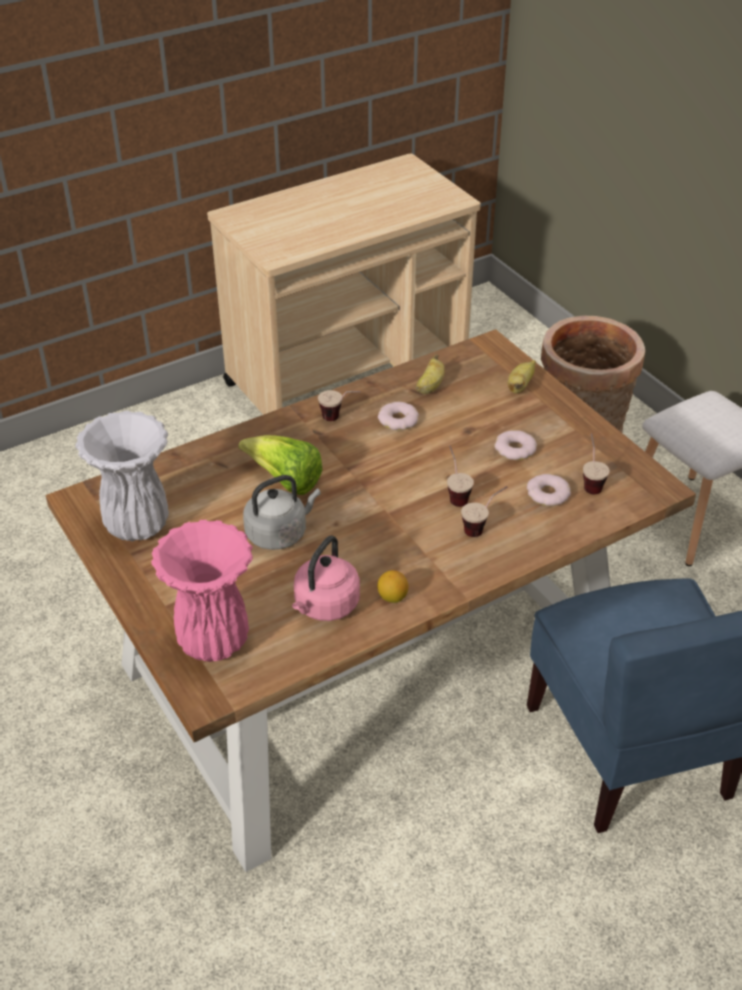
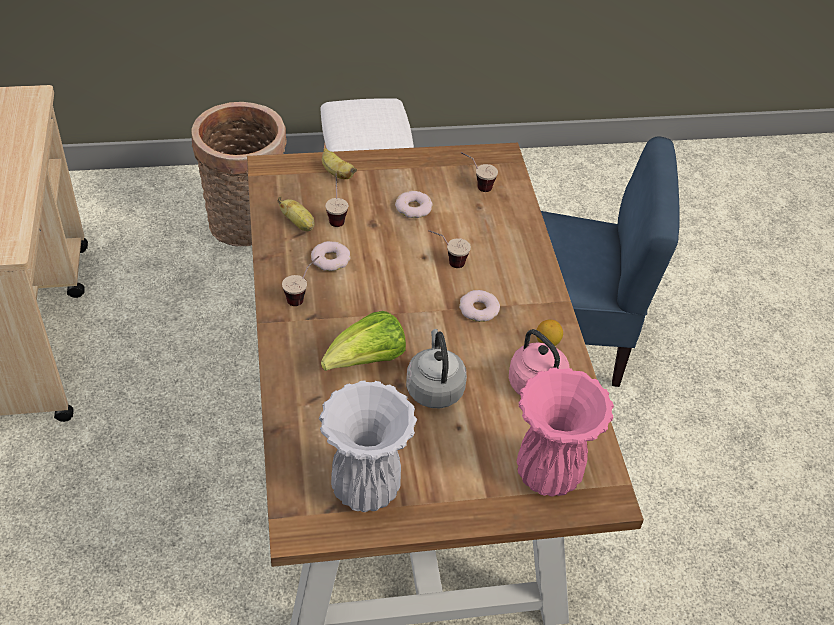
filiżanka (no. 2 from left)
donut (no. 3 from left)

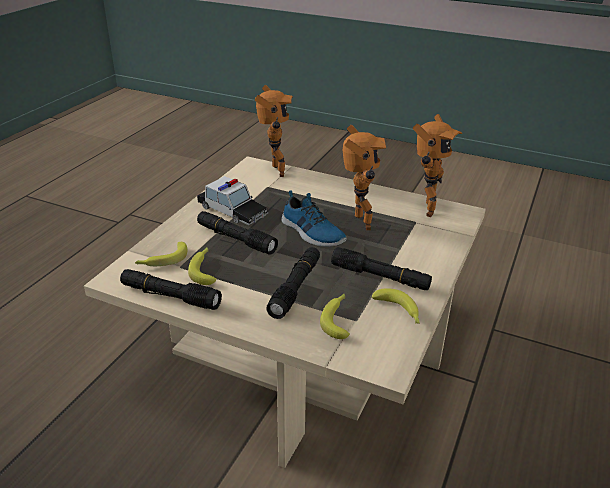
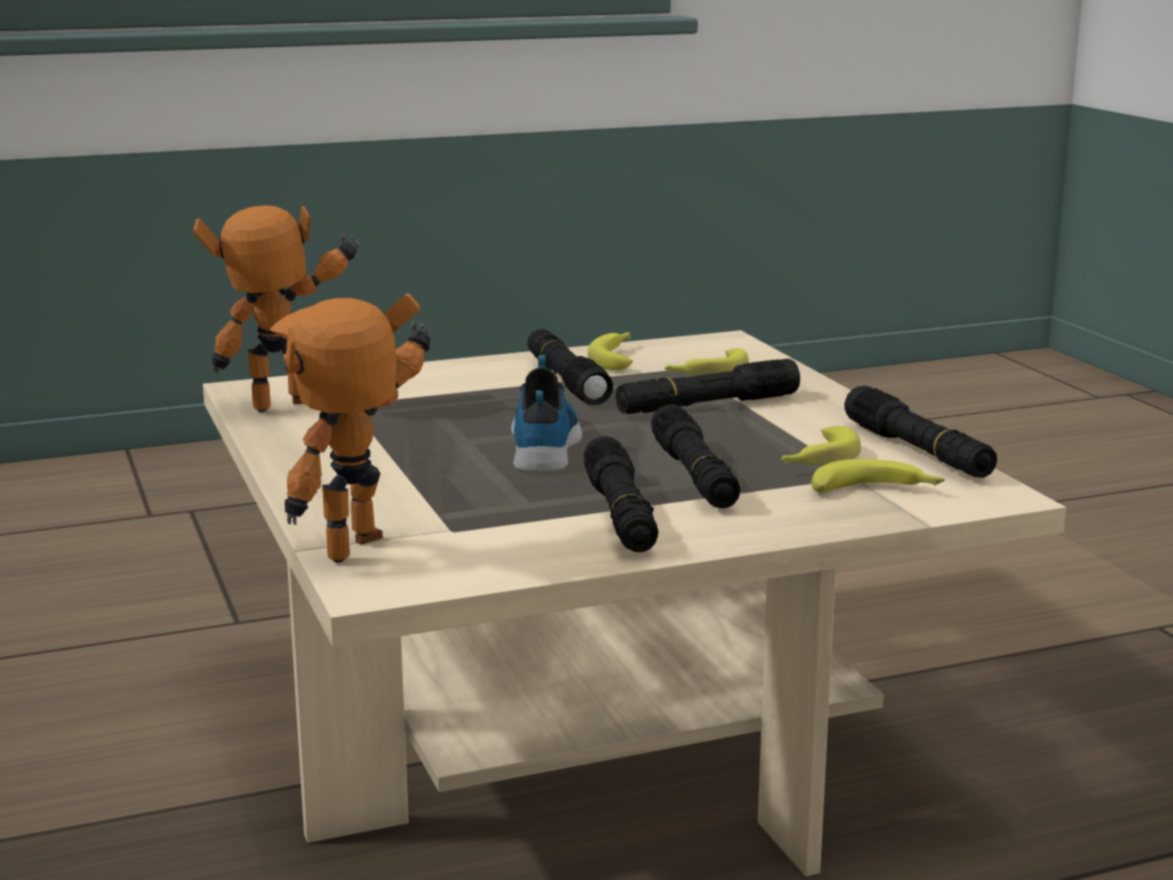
robot zabawkowy (no. 2 from left in the first image)
latarka [czarny] (no. 2 from left)

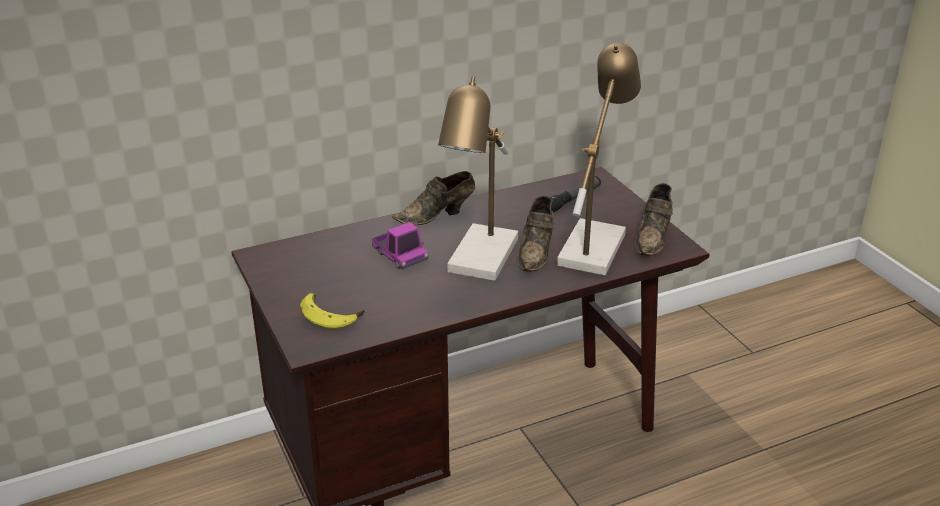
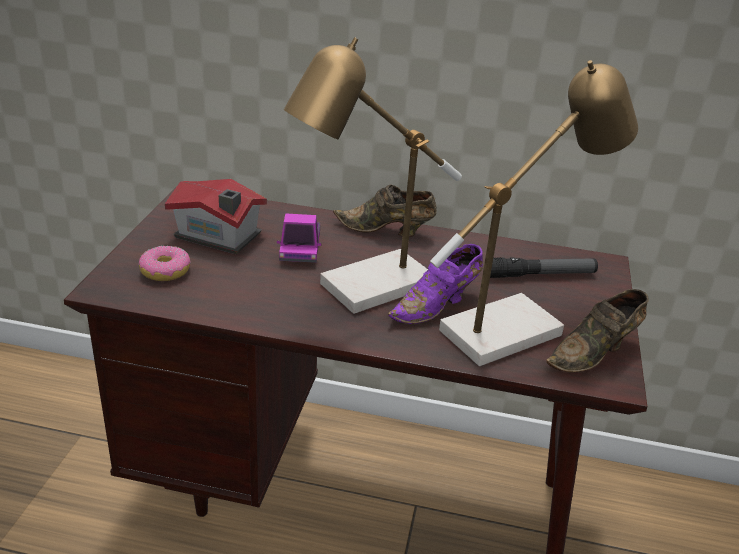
domek
donut
but [fioletowy]

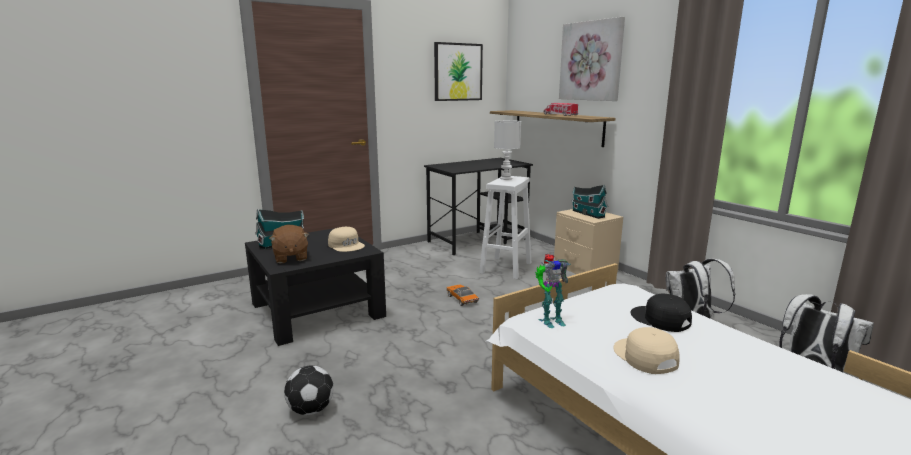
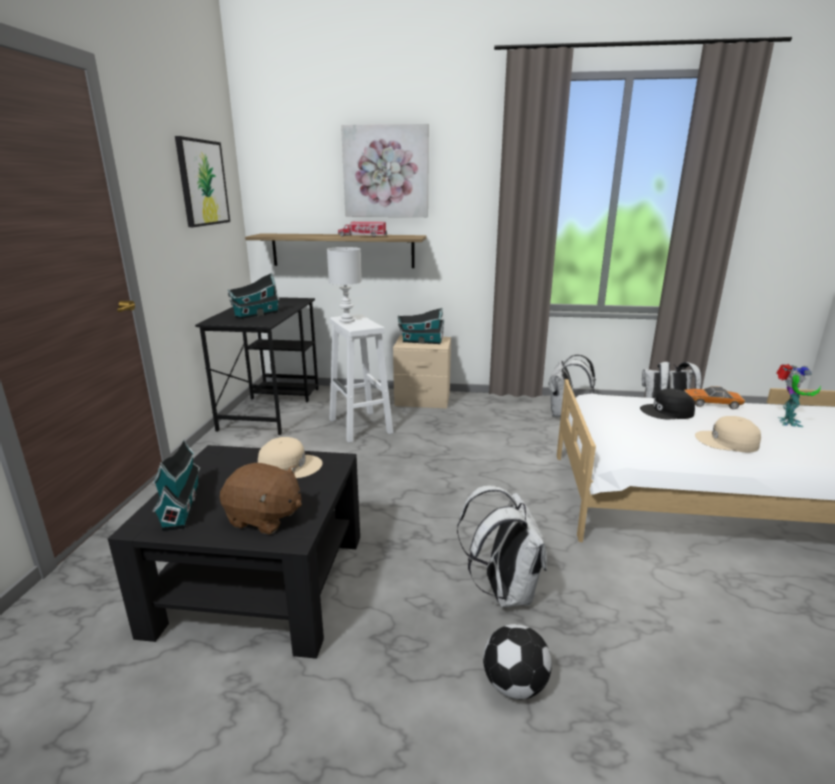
domek (no. 2 from left)
plecak [biały] (no. 1 from left)
samochodzik
robot zabawkowy

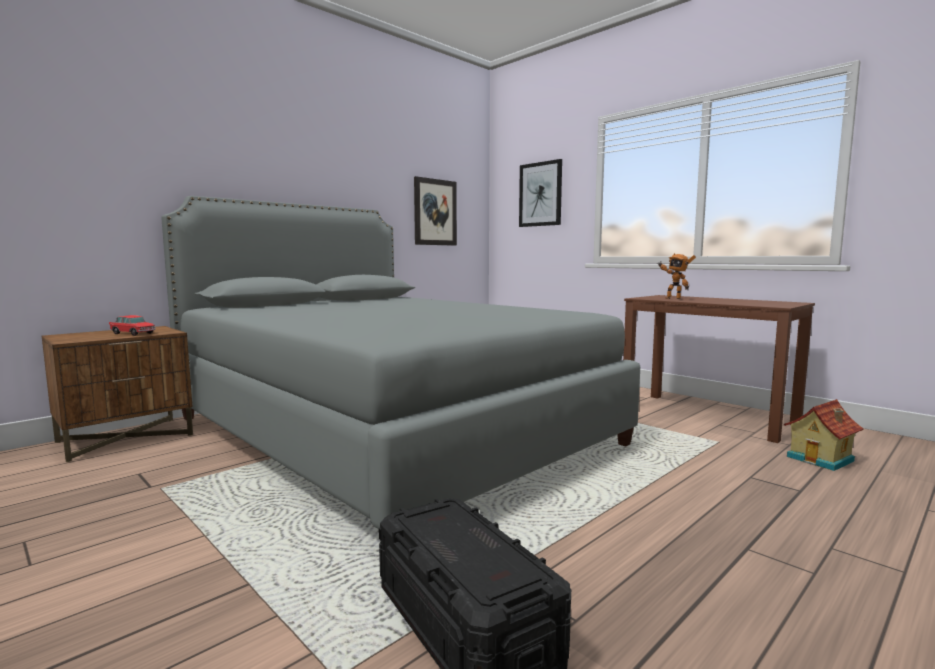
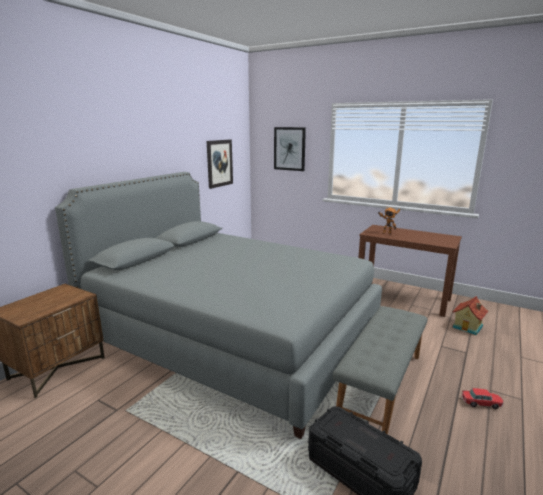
ławka [szary]
samochodzik

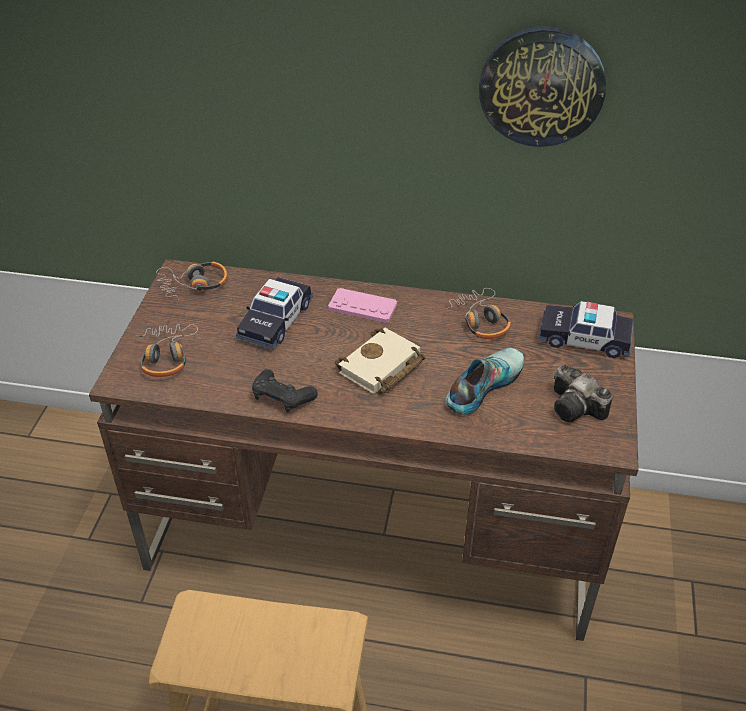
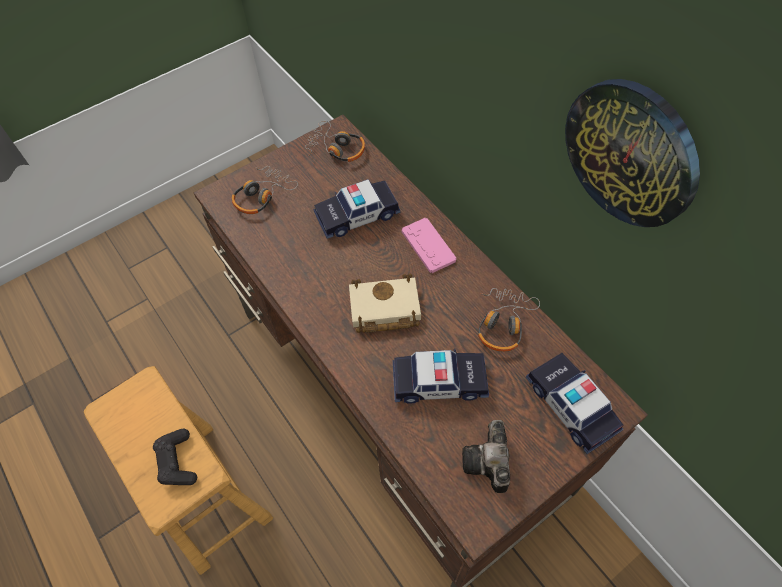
pad do gier [czarny]
samochodzik (no. 2 from left)

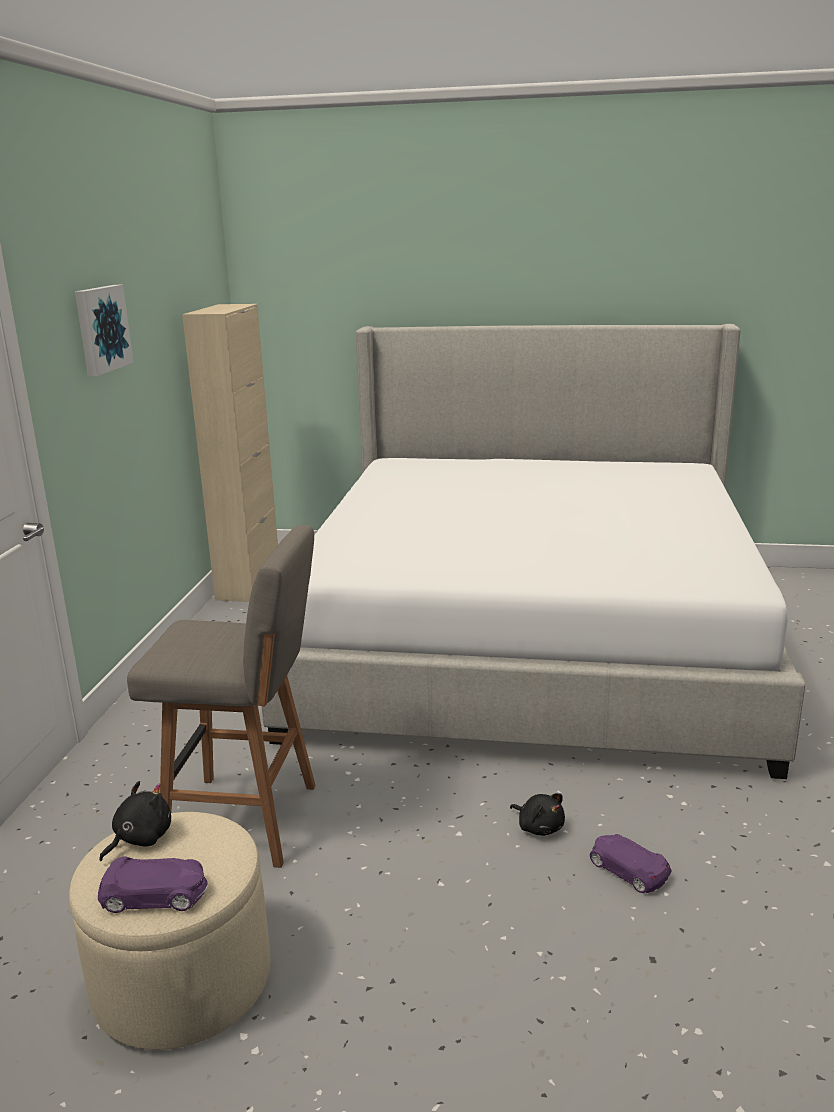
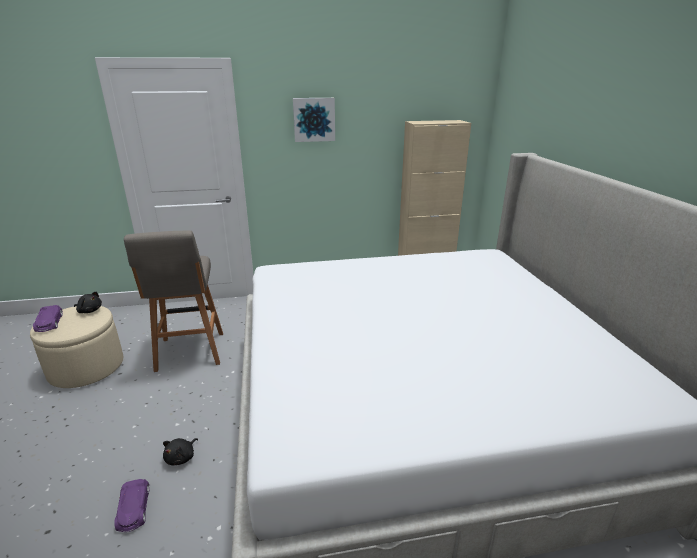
samochodzik [fioletowy] (no. 2 from left)

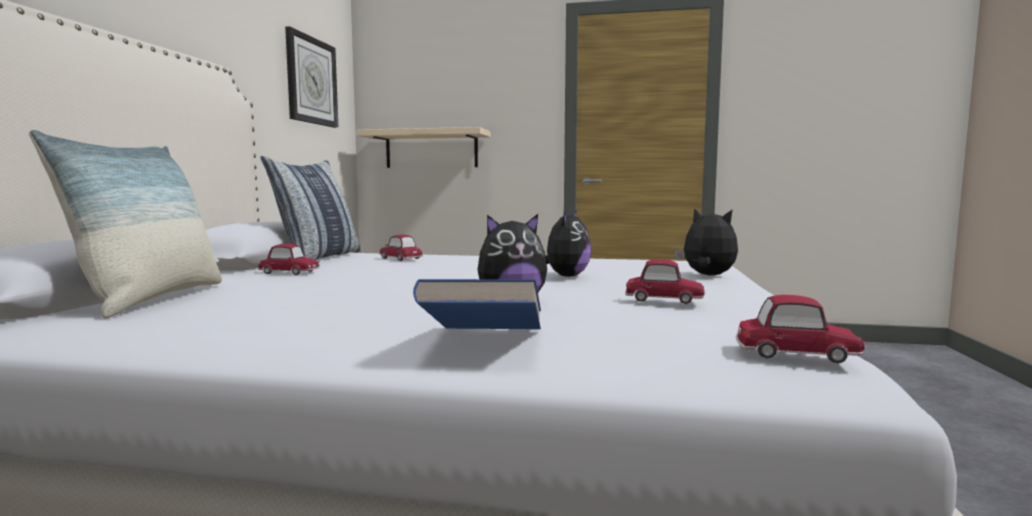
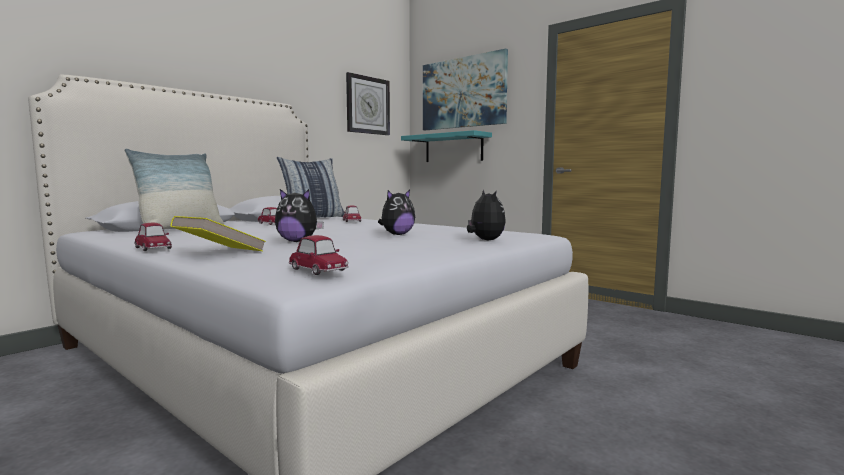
obraz
samochodzik (no. 1 from left)
półka [turkusowy]
książka [żółty]

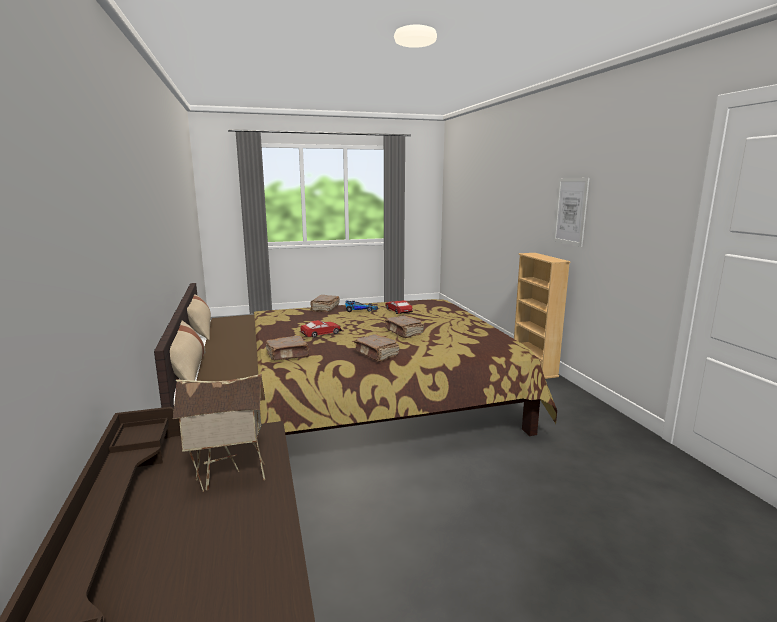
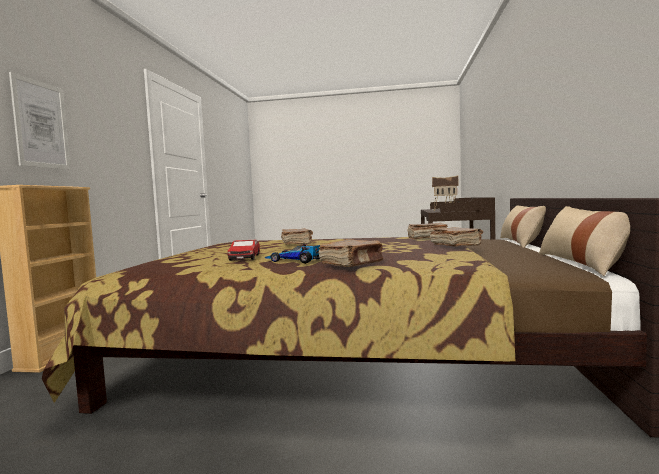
samochodzik (no. 1 from left in the first image)
książka [brązowy] (no. 4 from left)

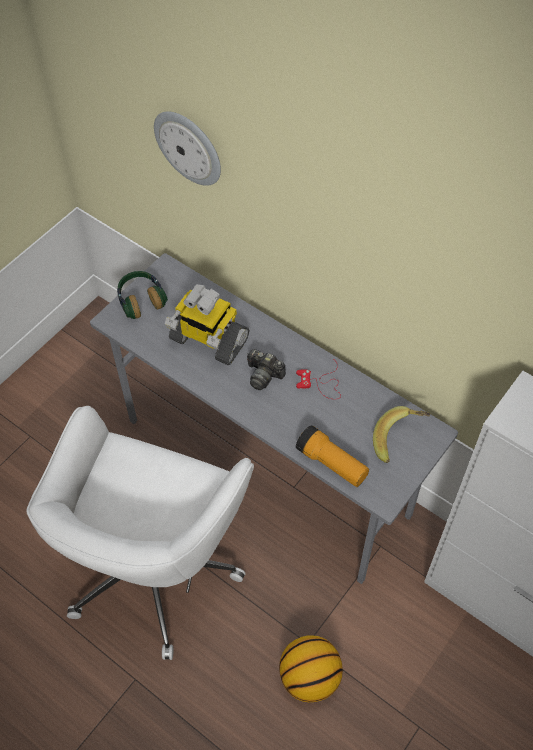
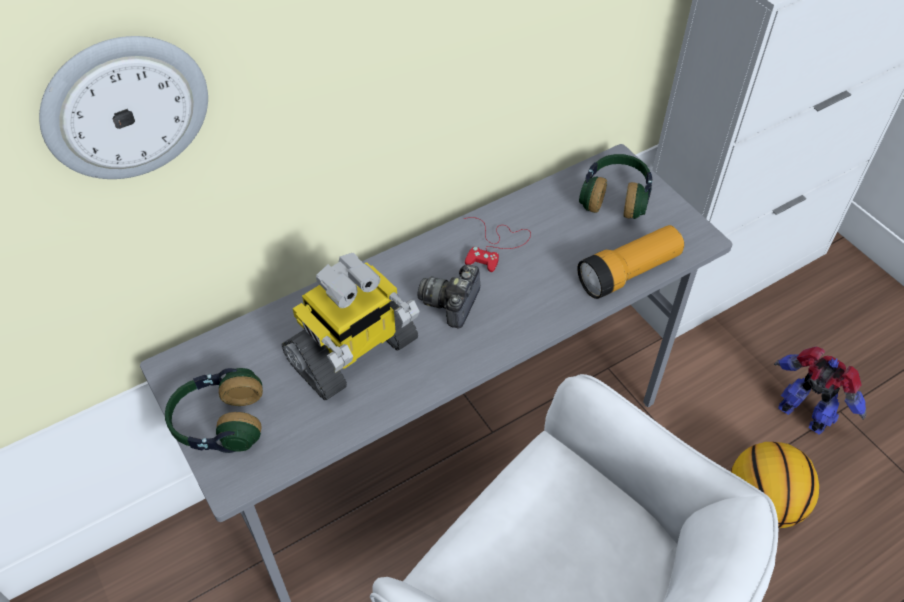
robot zabawkowy (no. 2 from left)
słuchawki (no. 2 from left)
aparat fotograficzny

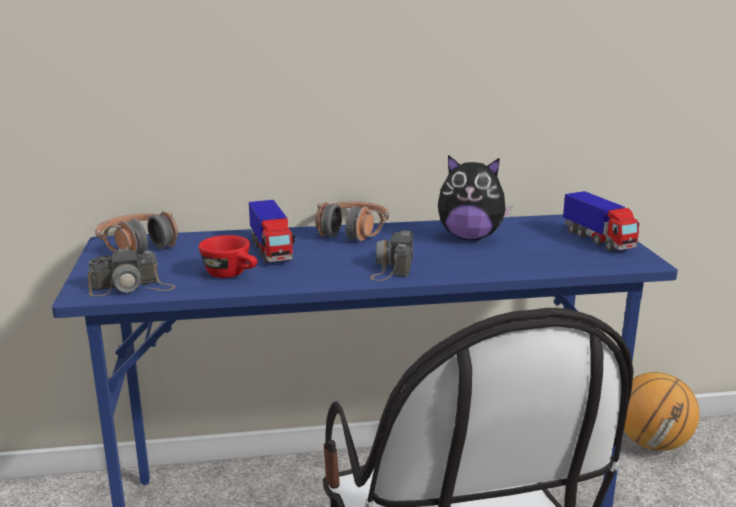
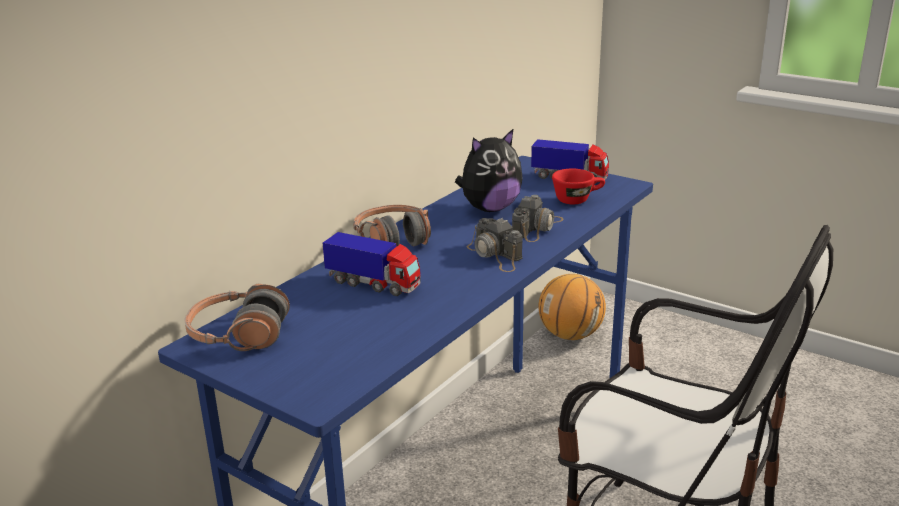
aparat fotograficzny (no. 2 from left)
filiżanka [czerwony]

